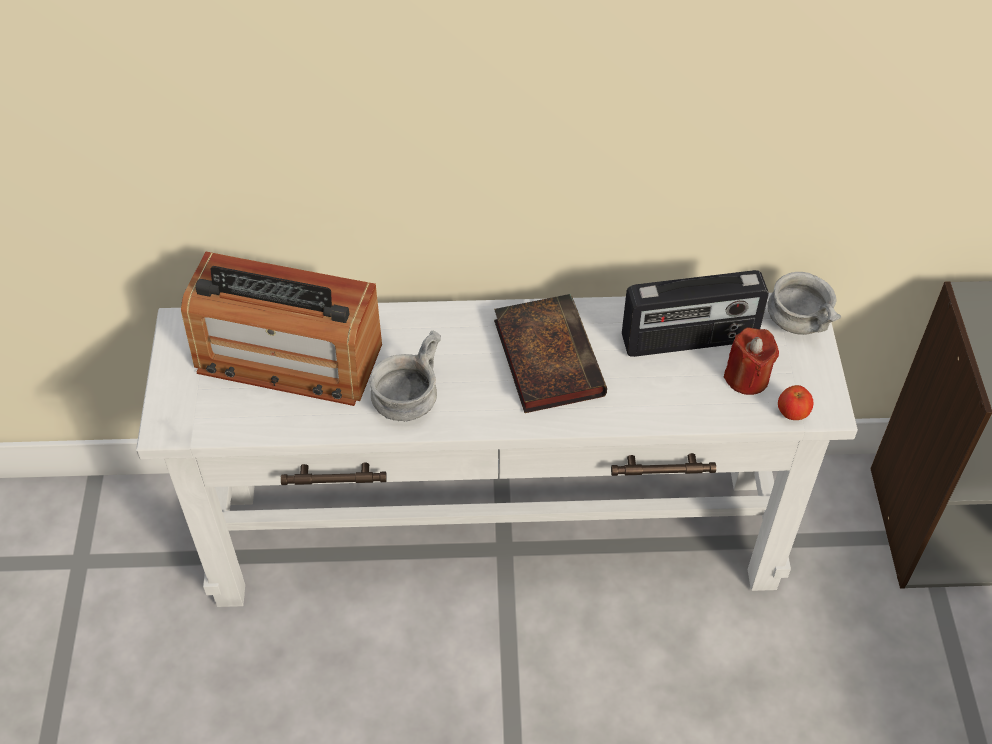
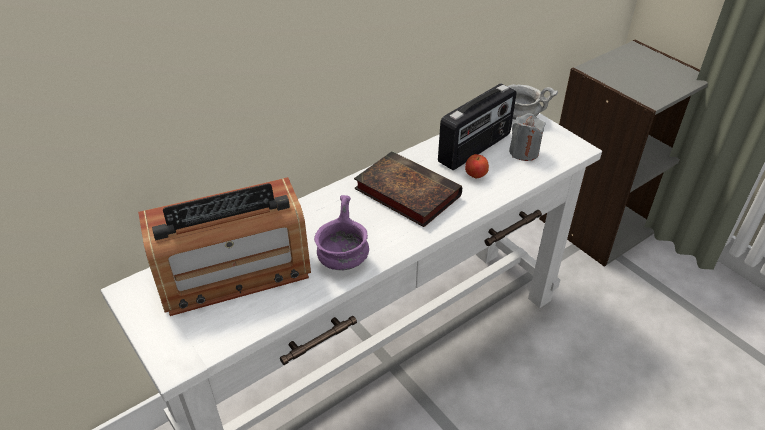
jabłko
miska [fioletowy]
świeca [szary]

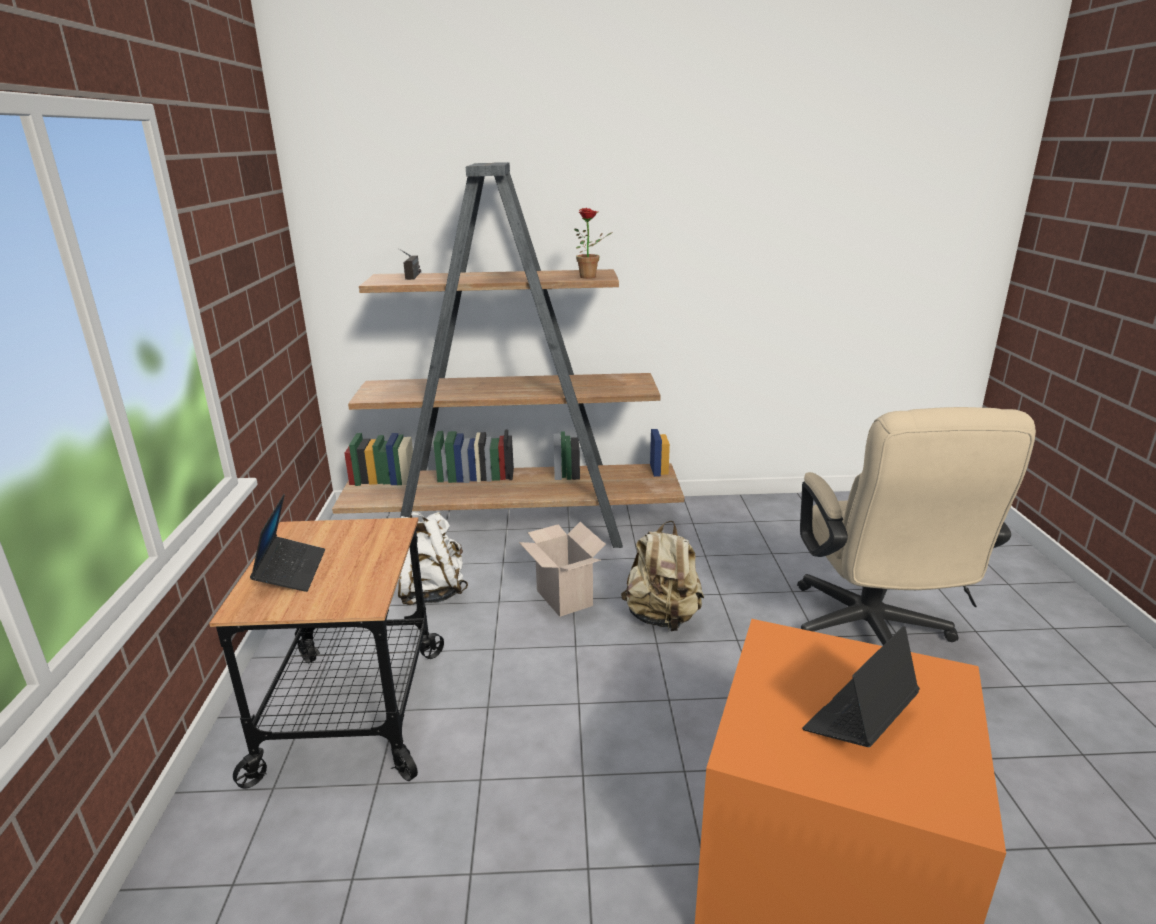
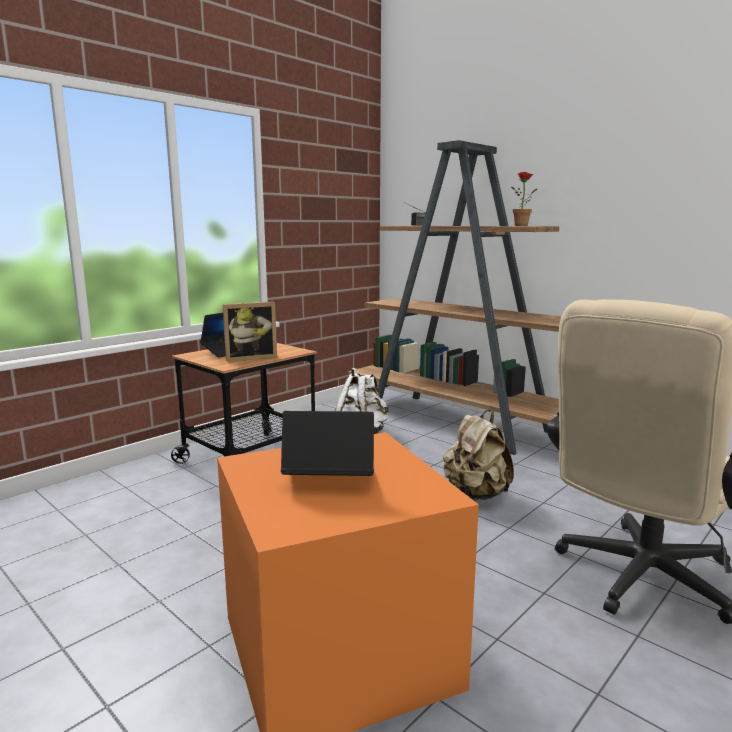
karton
ramka na zdjęcie

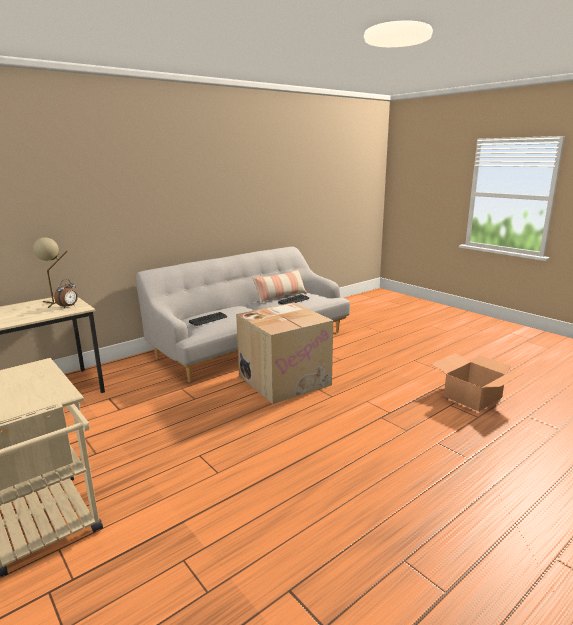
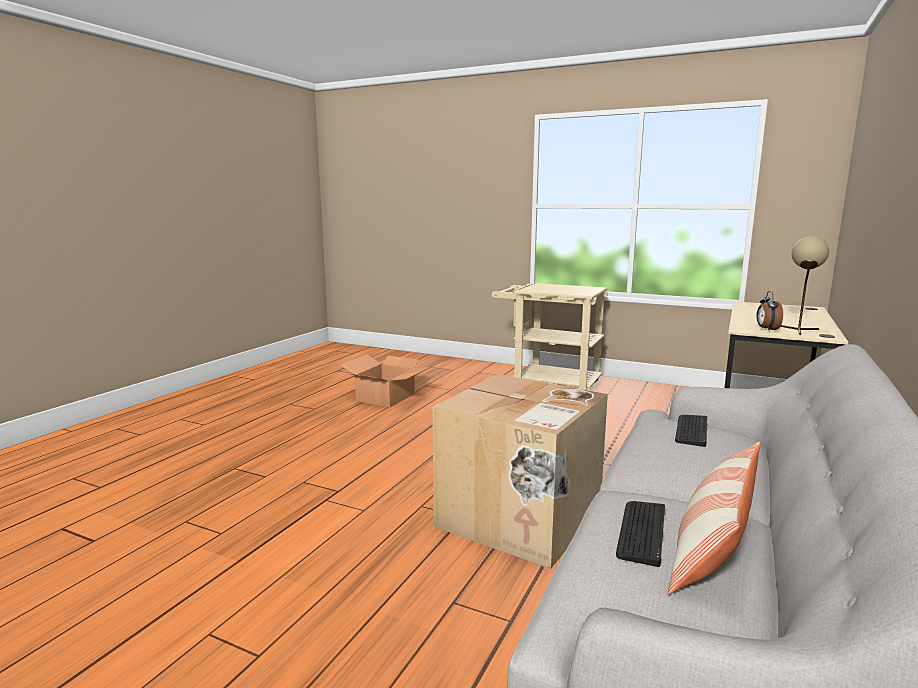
karton (no. 1 from left)

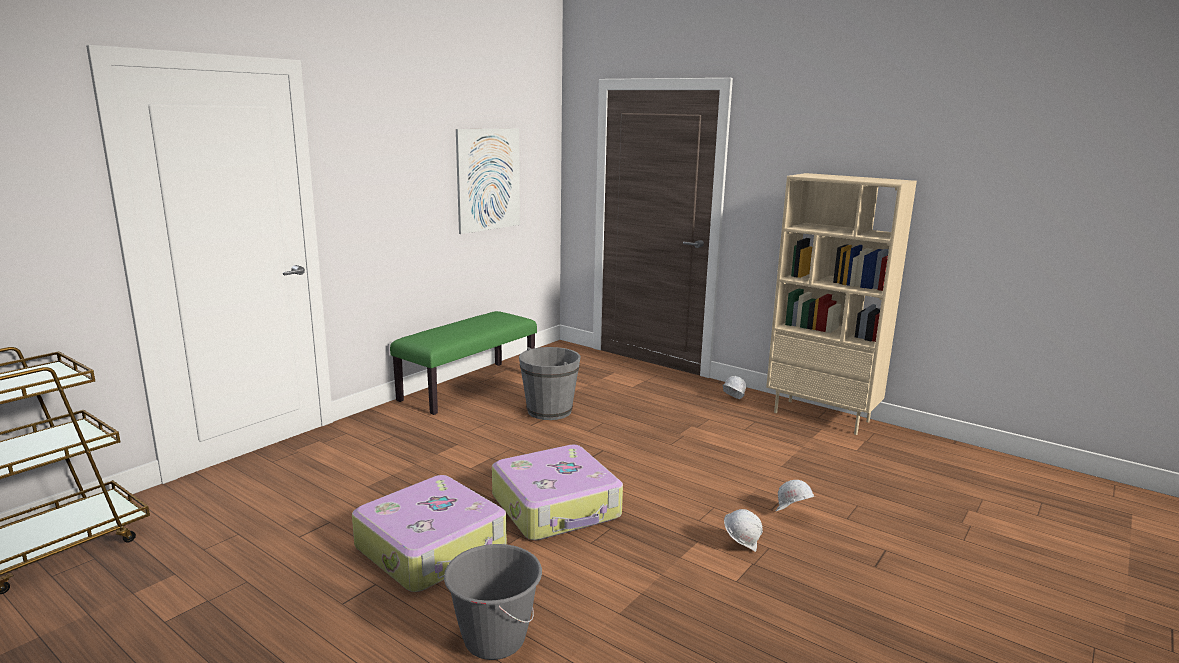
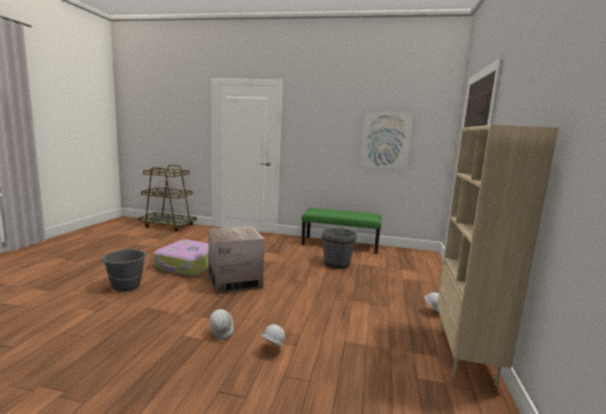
karton

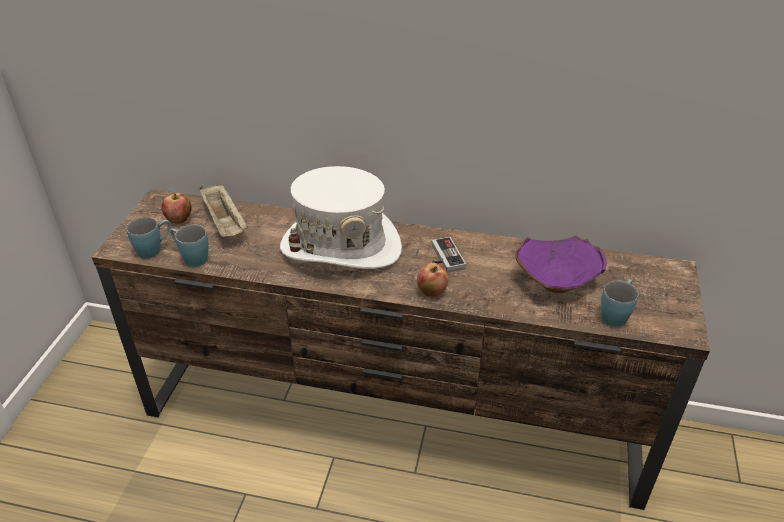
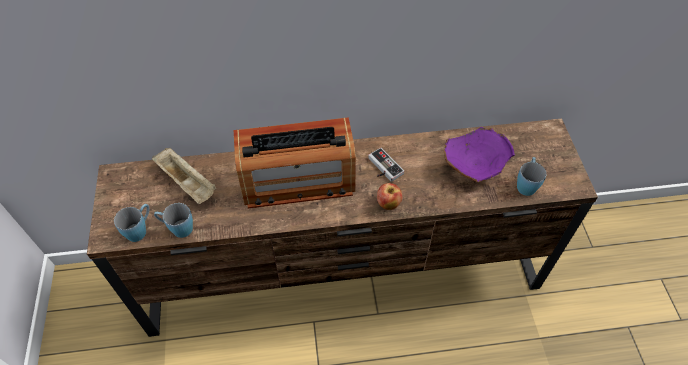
jabłko (no. 1 from left in the first image)
radio

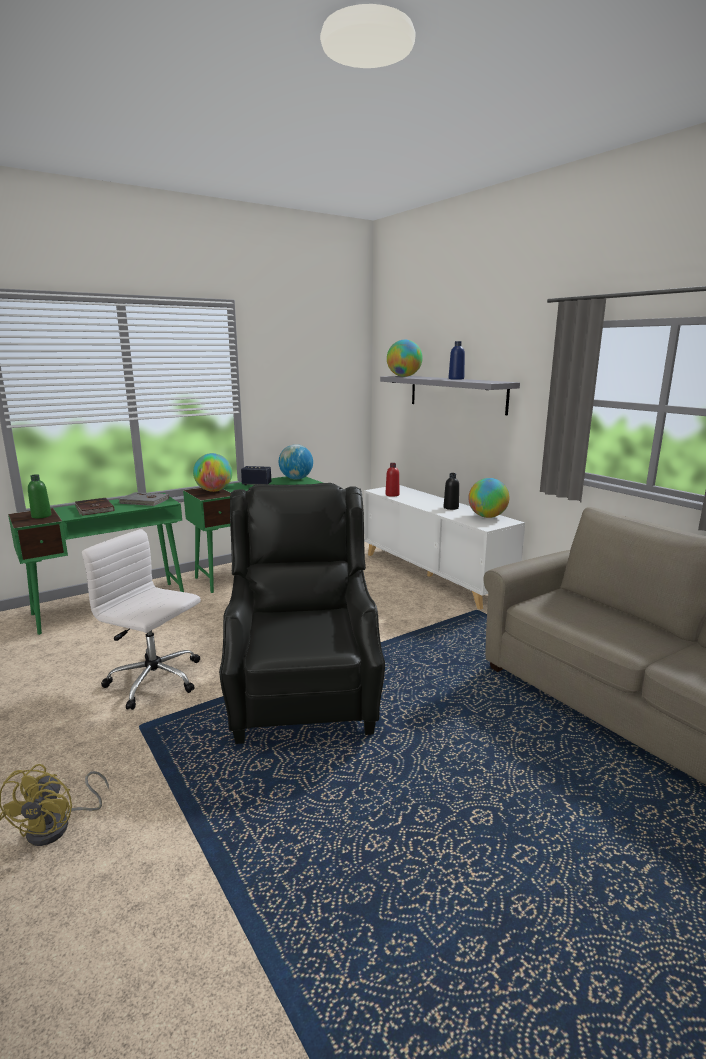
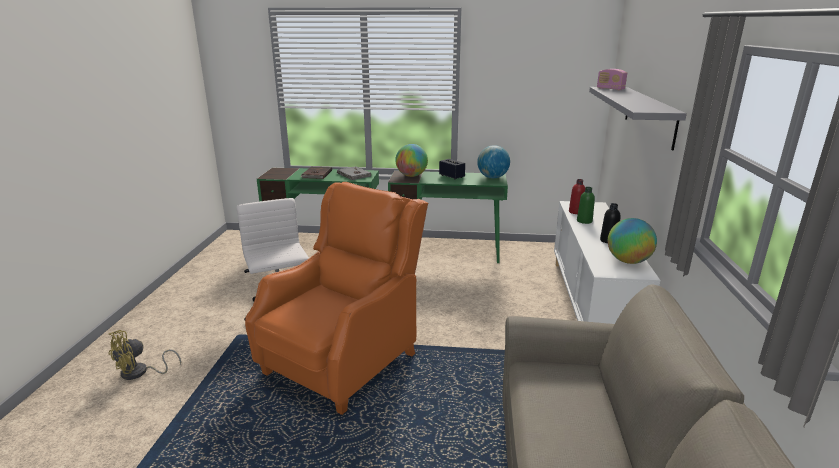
butelka [niebieski]
butelka [zielony]
radio
fotel [pomarańczowy]

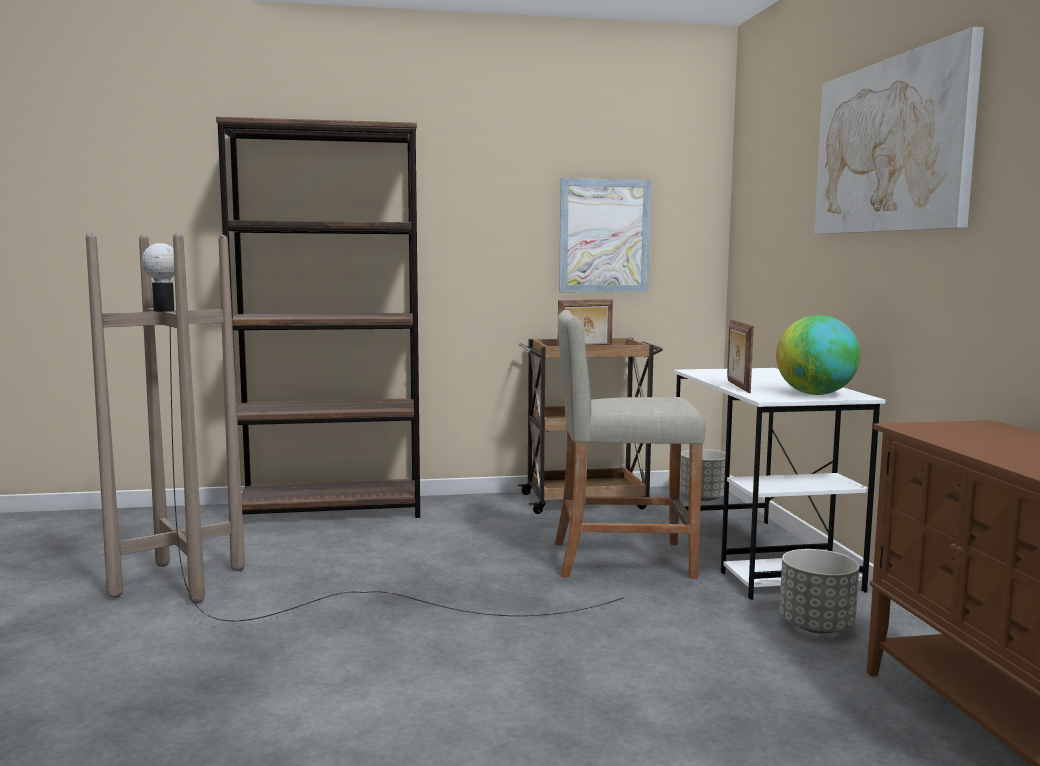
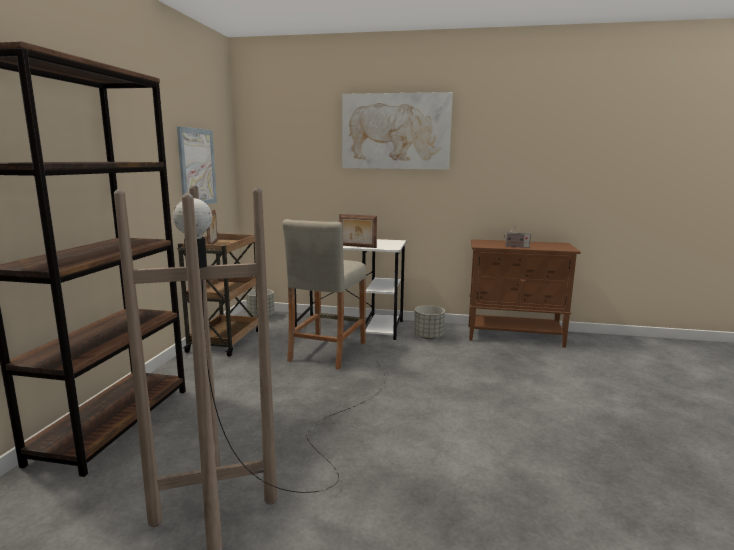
globus
radio

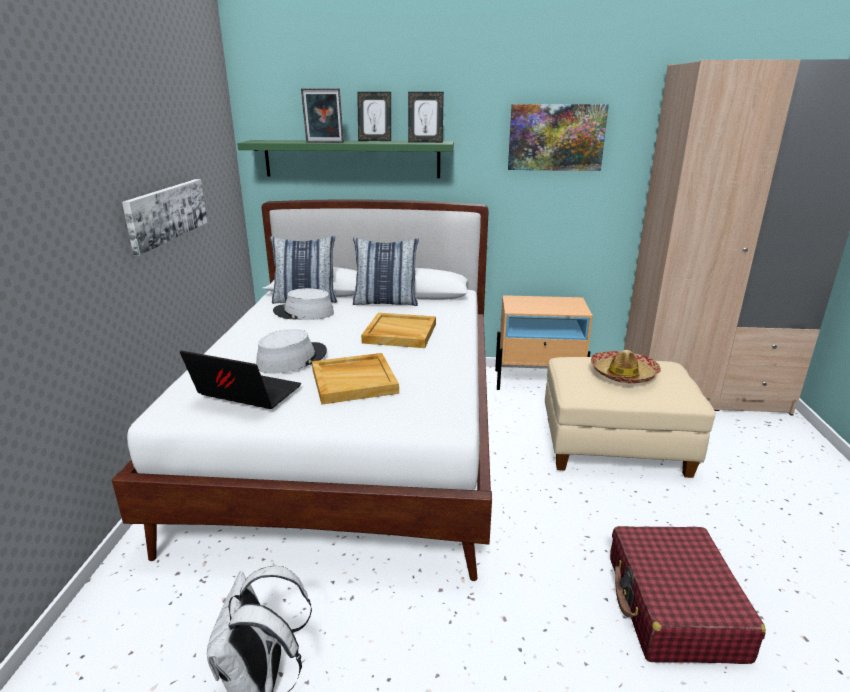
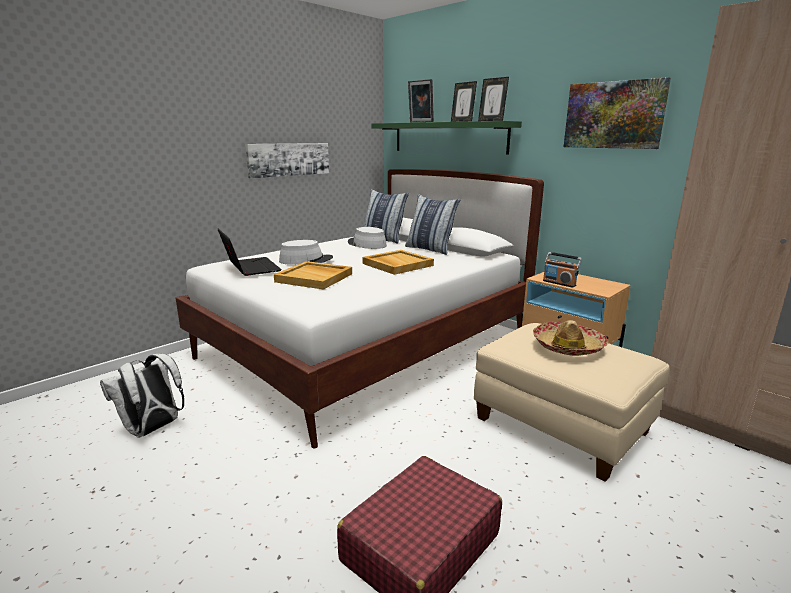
radio

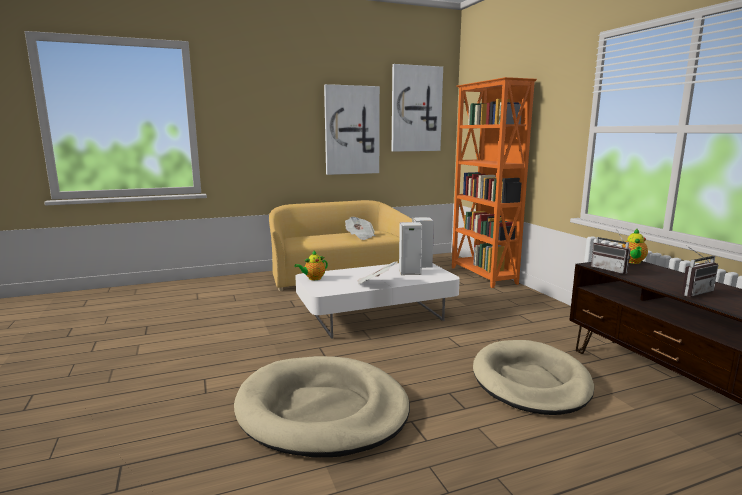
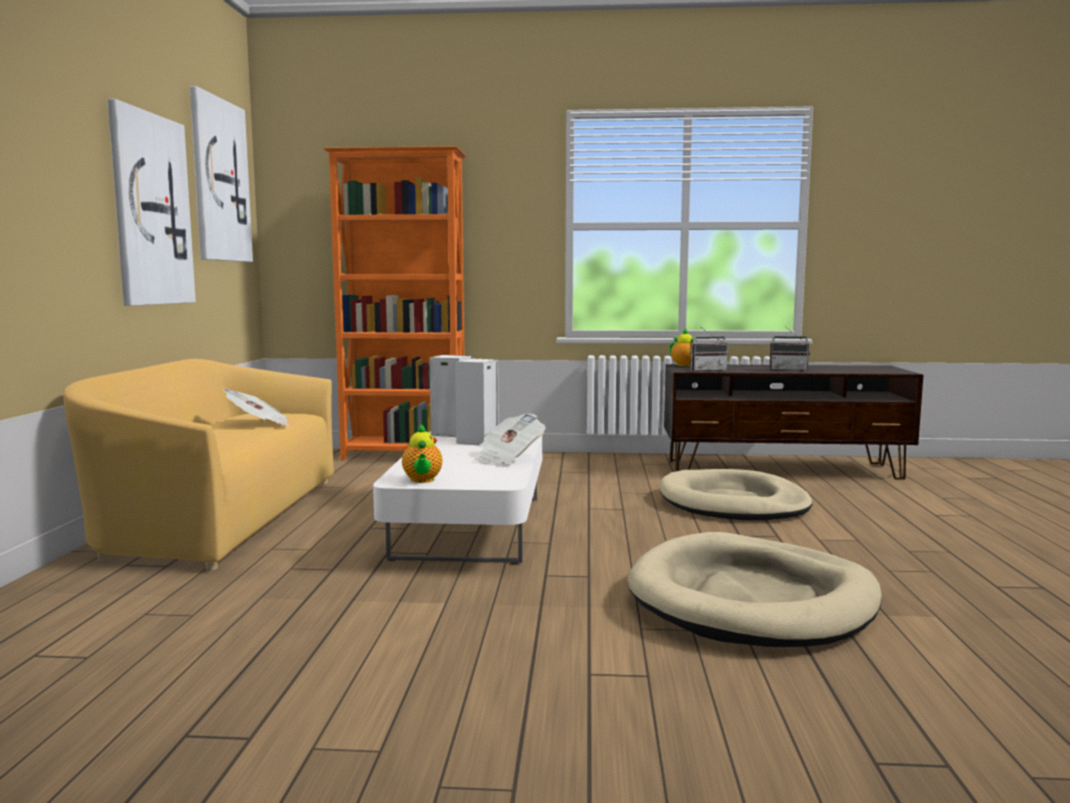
radio (no. 2 from left)

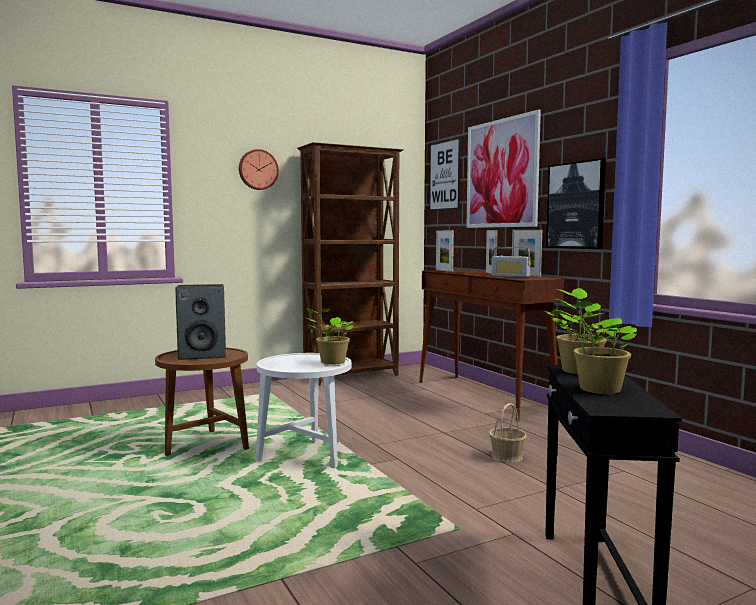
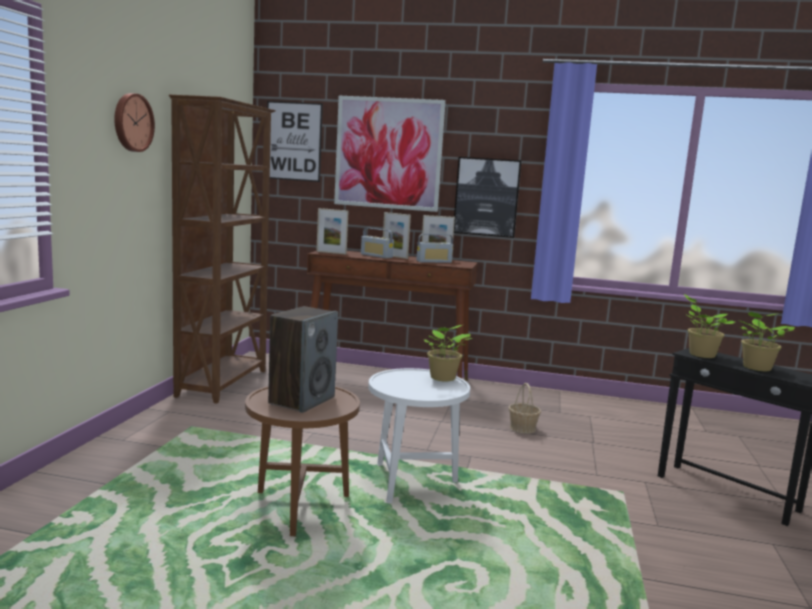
radio (no. 1 from left)

